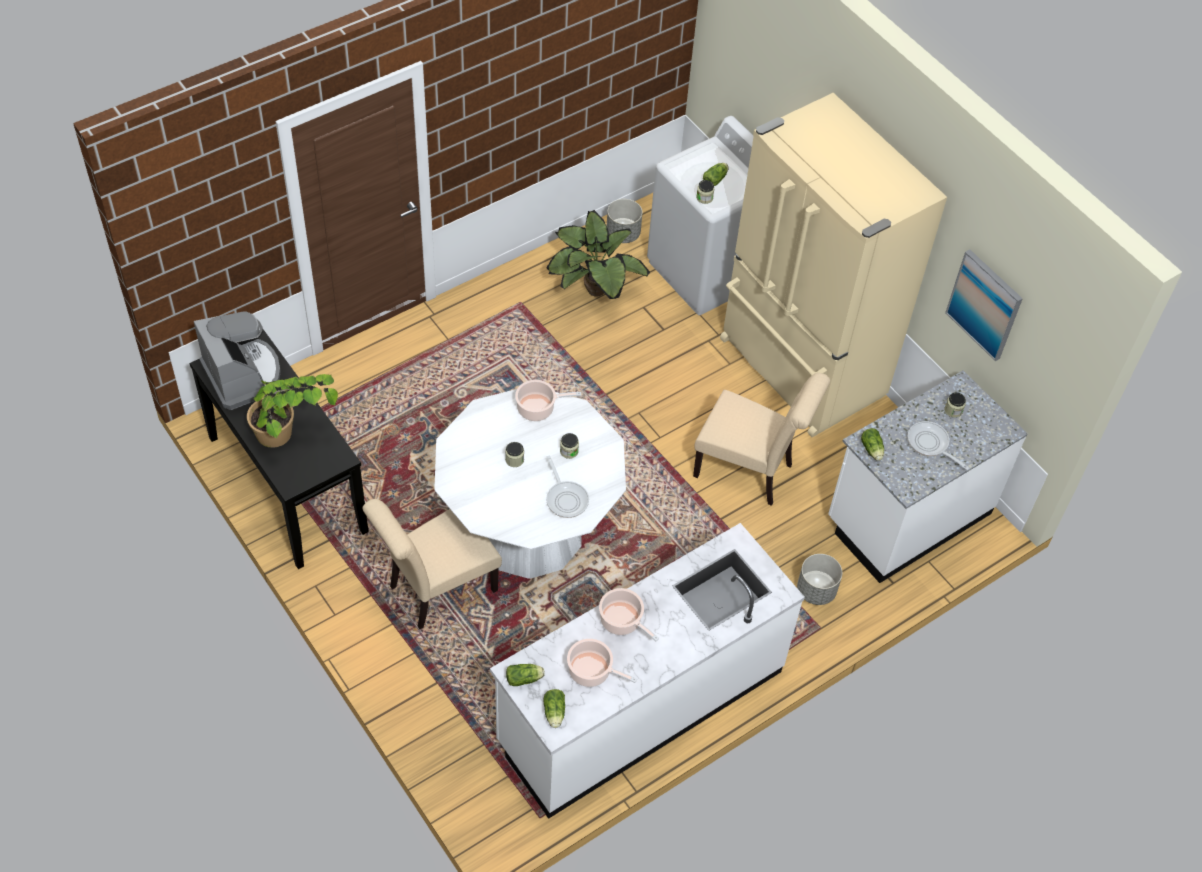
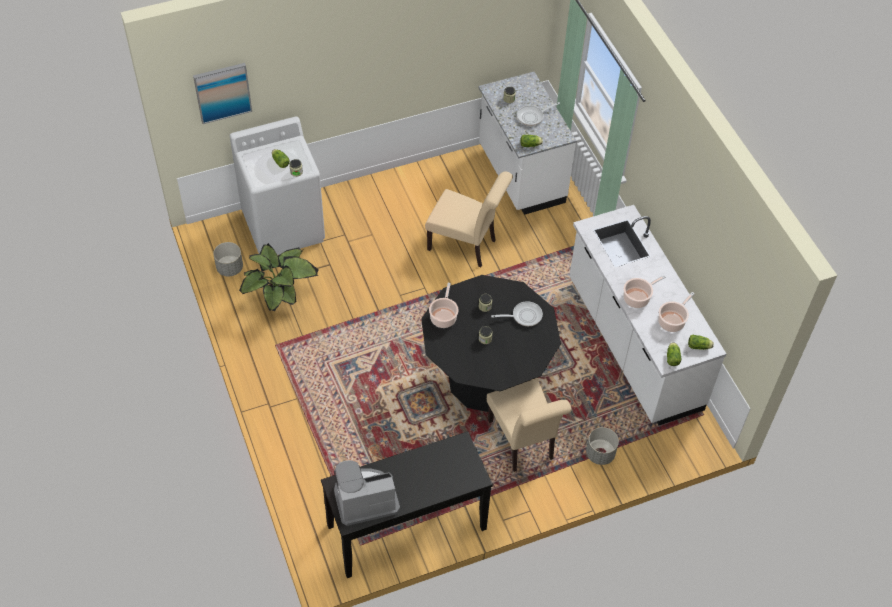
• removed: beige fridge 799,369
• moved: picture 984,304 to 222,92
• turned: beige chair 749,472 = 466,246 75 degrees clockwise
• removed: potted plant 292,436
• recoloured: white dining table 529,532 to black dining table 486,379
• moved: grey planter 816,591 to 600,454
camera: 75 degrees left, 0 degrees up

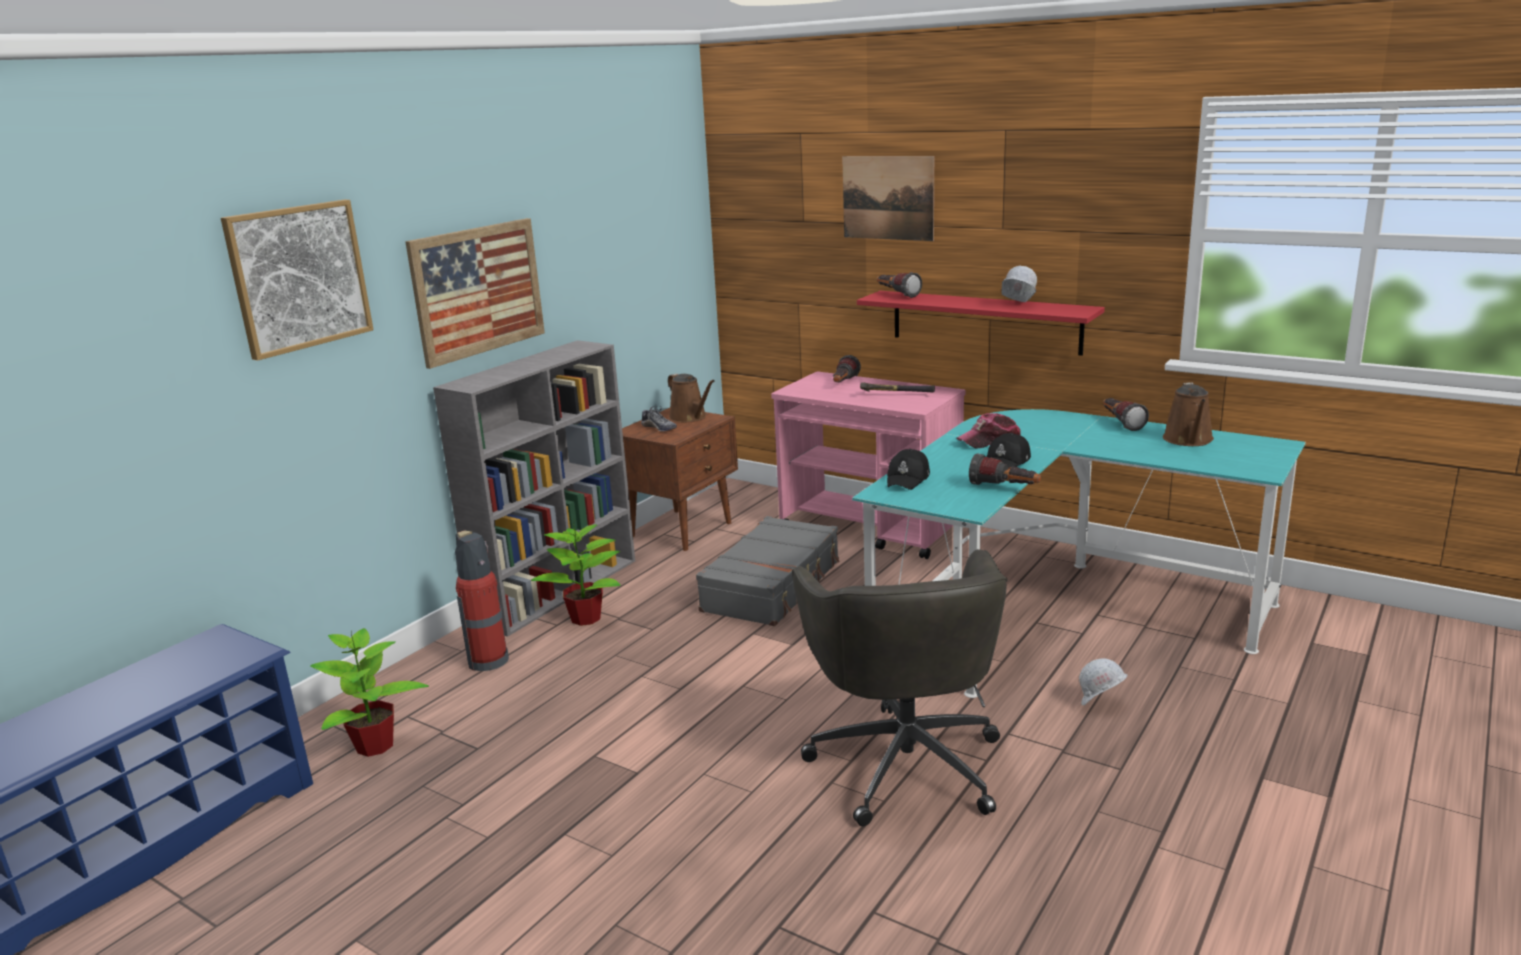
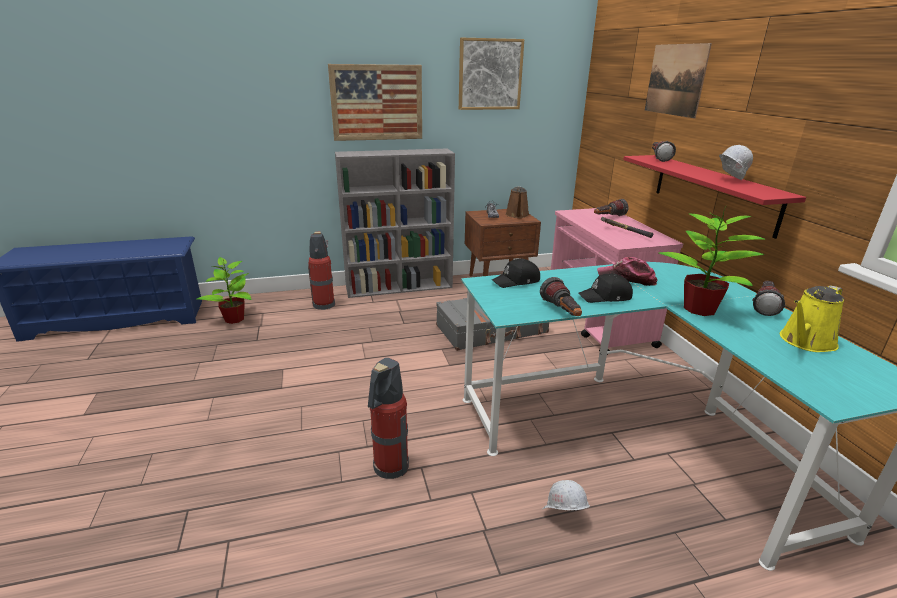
• moved: picture 299,277 to 490,74
• recoloured: brown watering can 1189,440 to yellow watering can 805,342
• moved: potted plant 587,618 to 700,309
• replaced: grey office chair 905,761 to fire extinguisher 389,467
camera: 40 degrees right, 5 degrees up

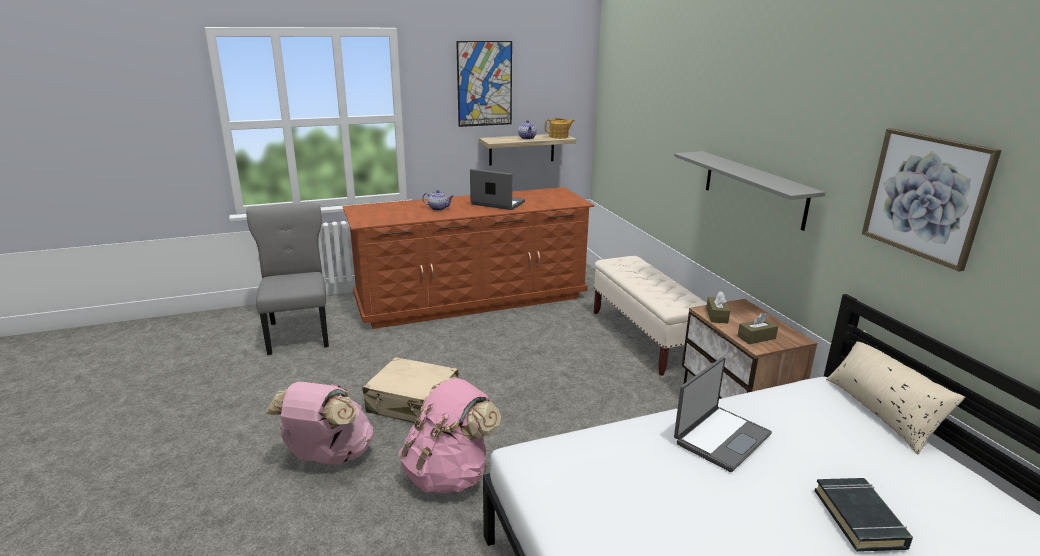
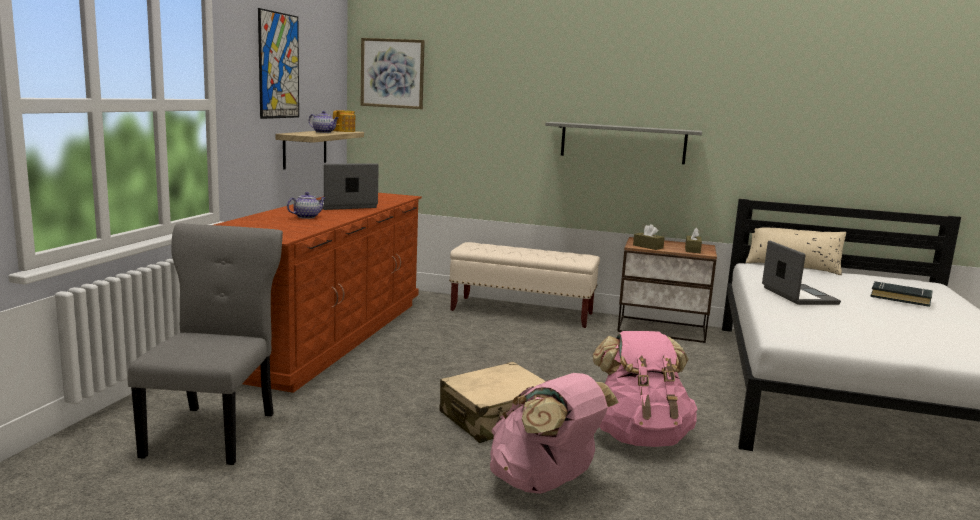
• moved: picture 926,196 to 392,73
• turned: grey chair 299,333 = 214,432 75 degrees clockwise
camera: 55 degrees left, 10 degrees down

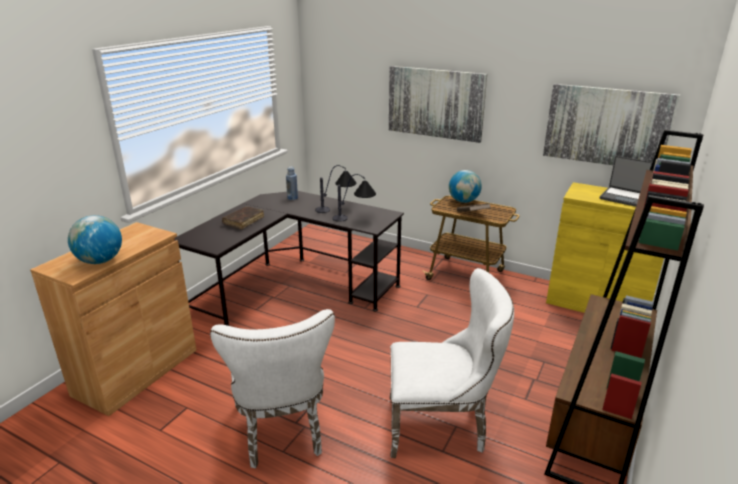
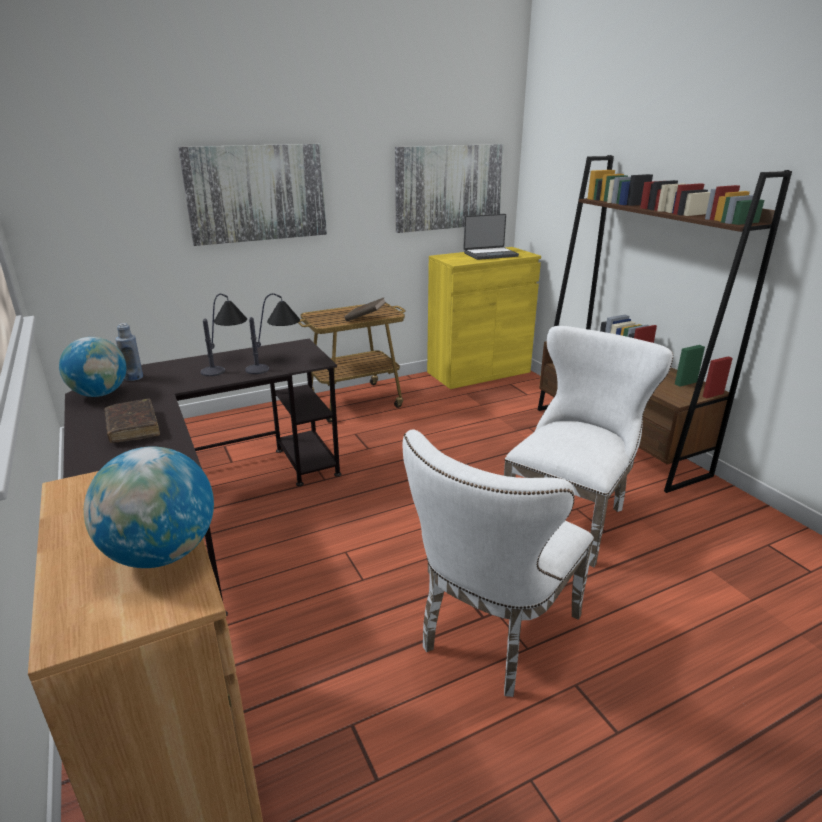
• moved: globe 463,201 to 100,394
• turned: white chair 282,433 = 493,636 105 degrees clockwise
camera: 55 degrees left, 0 degrees up

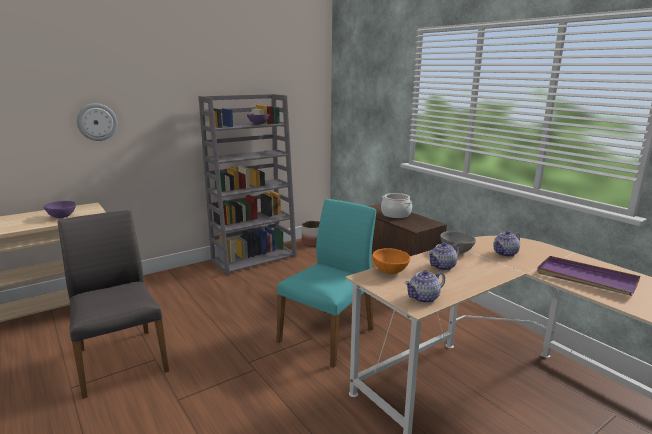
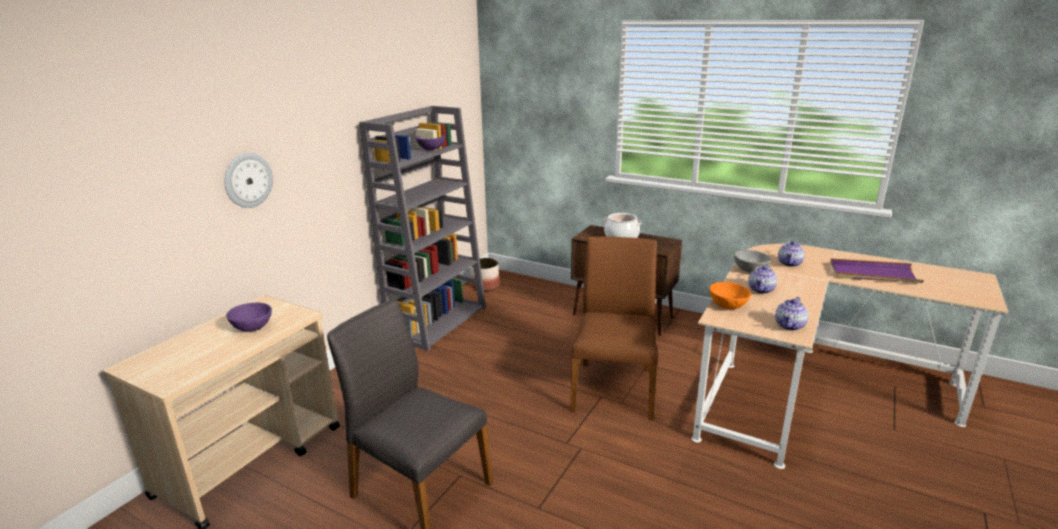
• recoloured: turquoise chair 328,335 to brown chair 613,388
camera: 25 degrees left, 5 degrees up

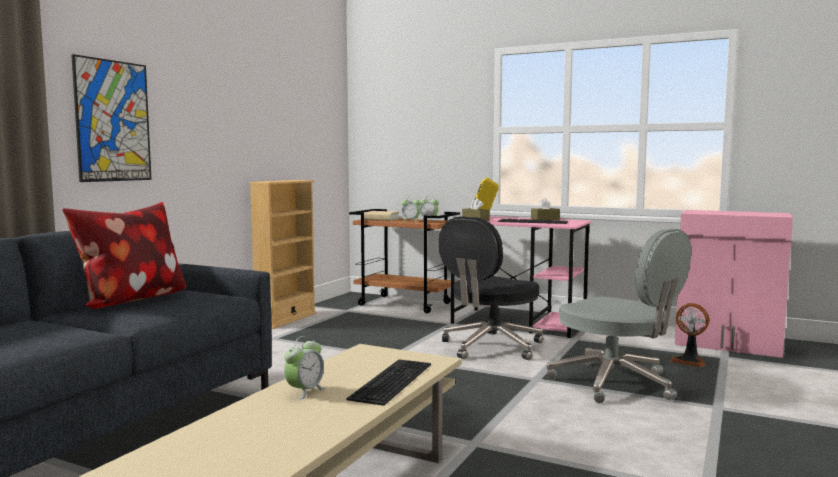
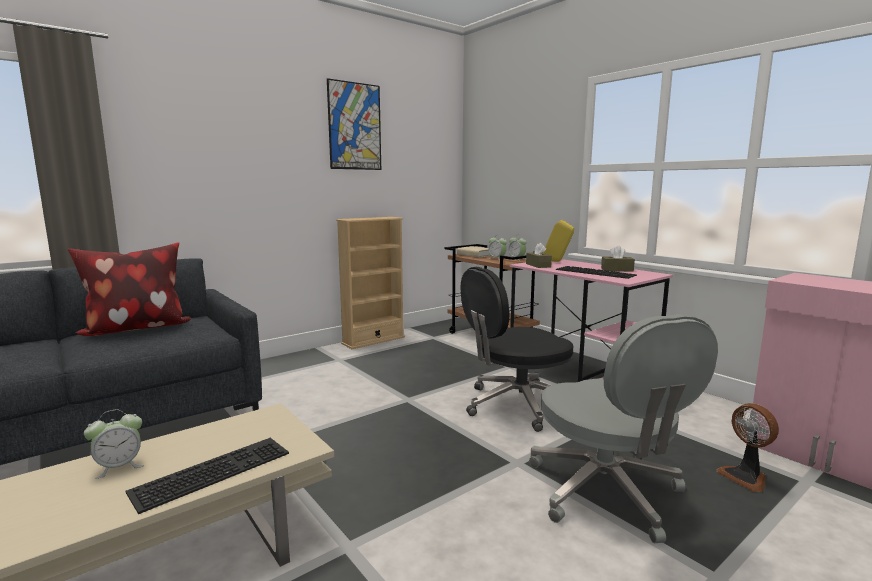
• moved: picture 113,121 to 355,126
camera: 25 degrees right, 5 degrees up

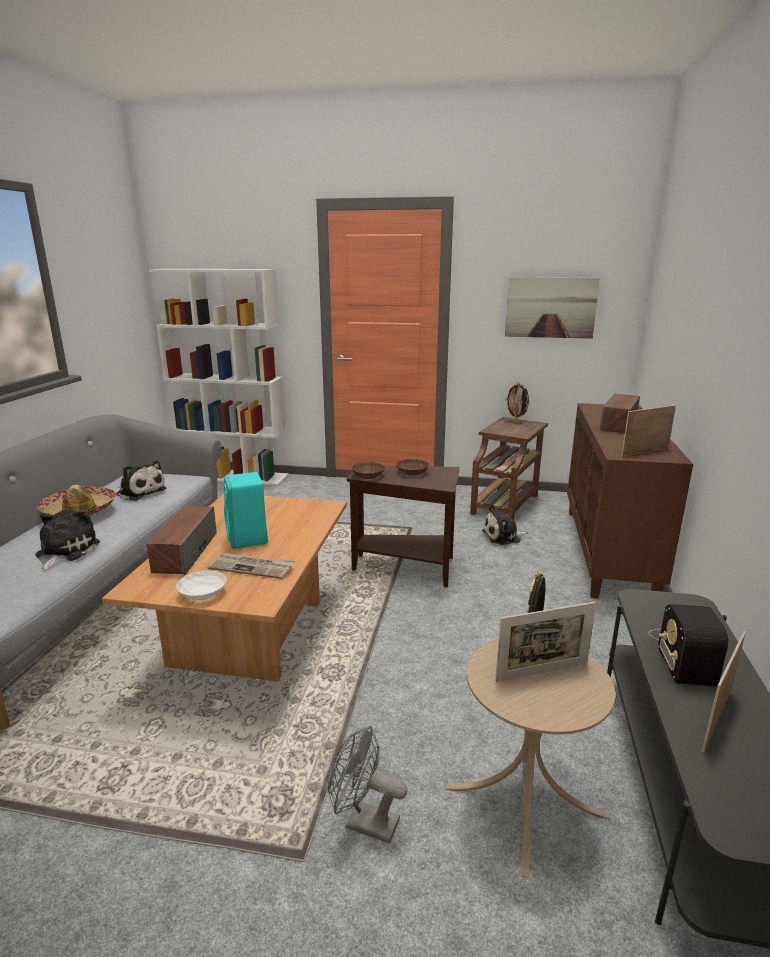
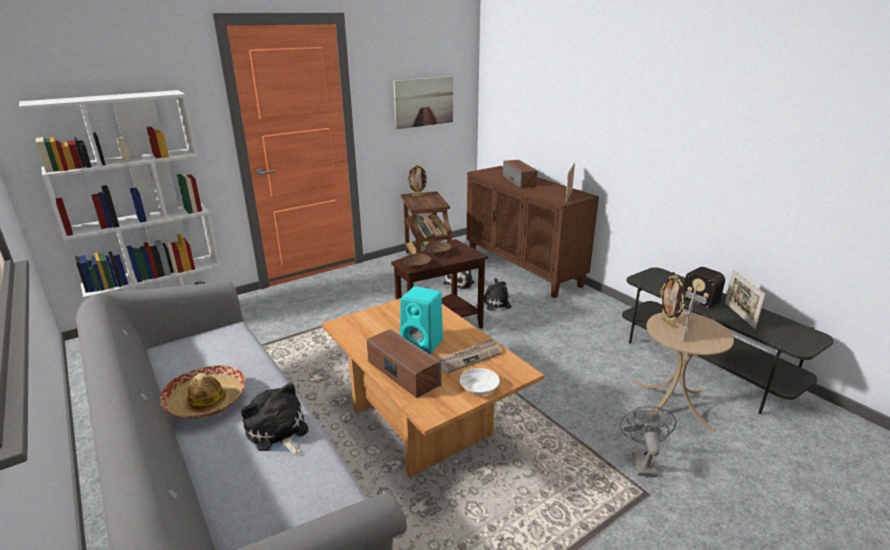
• moved: plush toy 140,492 to 493,303
• turned: grey fan 364,822 = 642,461 120 degrees clockwise
camera: 45 degrees left, 5 degrees up

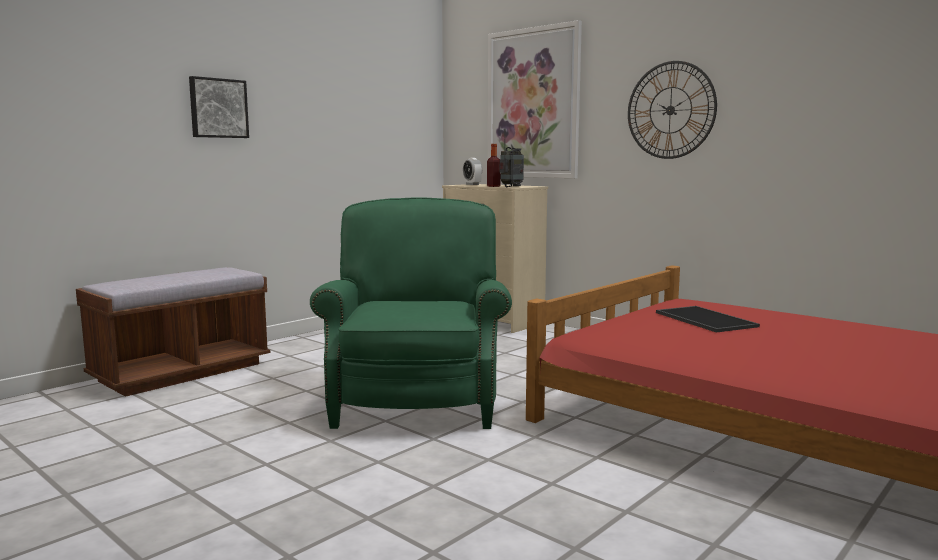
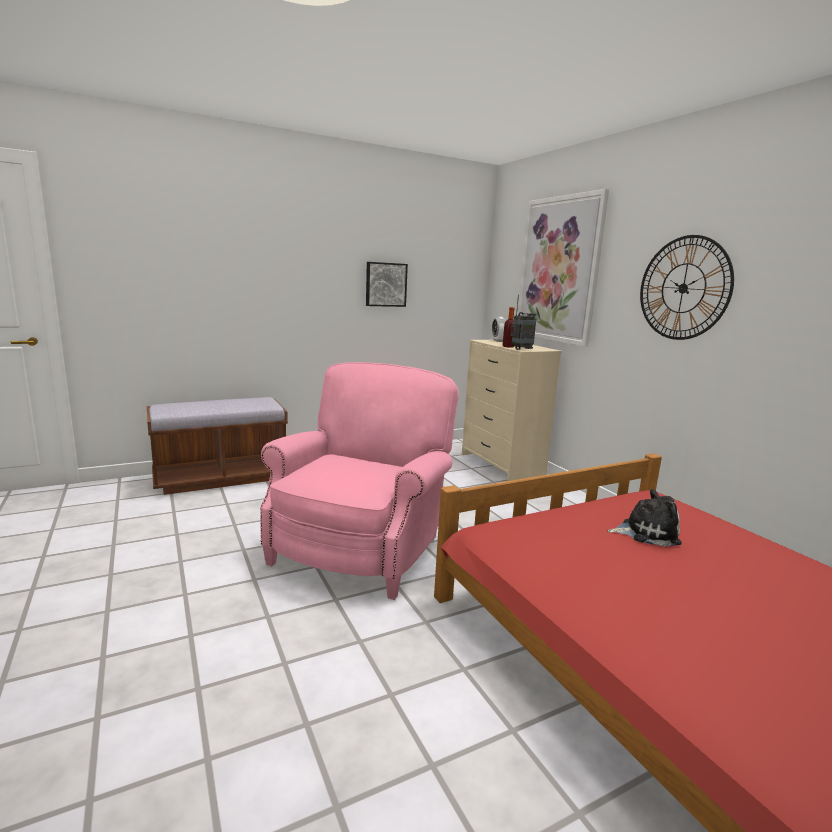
• moved: picture 218,108 to 385,284
• recoloured: green armchair 416,399 to pink armchair 362,546
• replaced: tray 703,319 to plush toy 646,532
camera: 20 degrees right, 5 degrees up

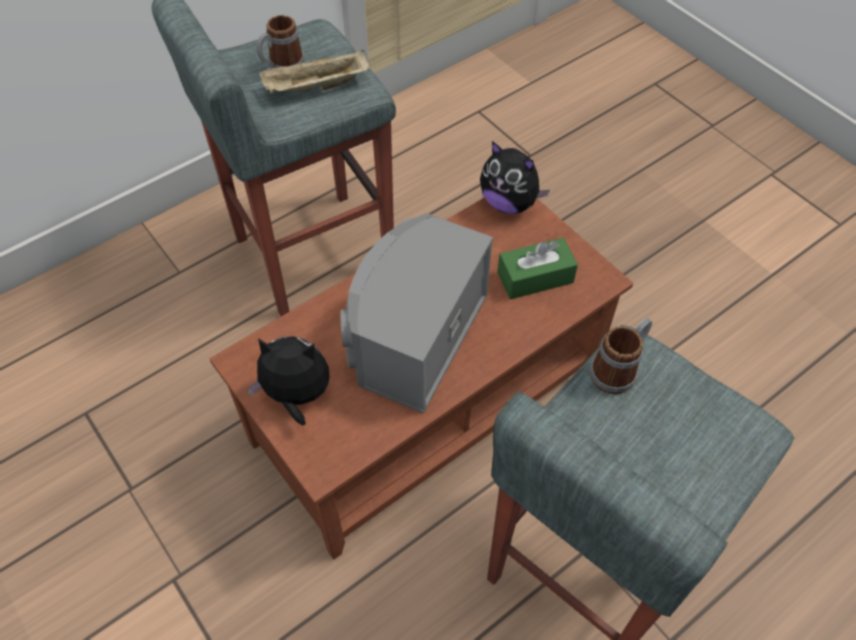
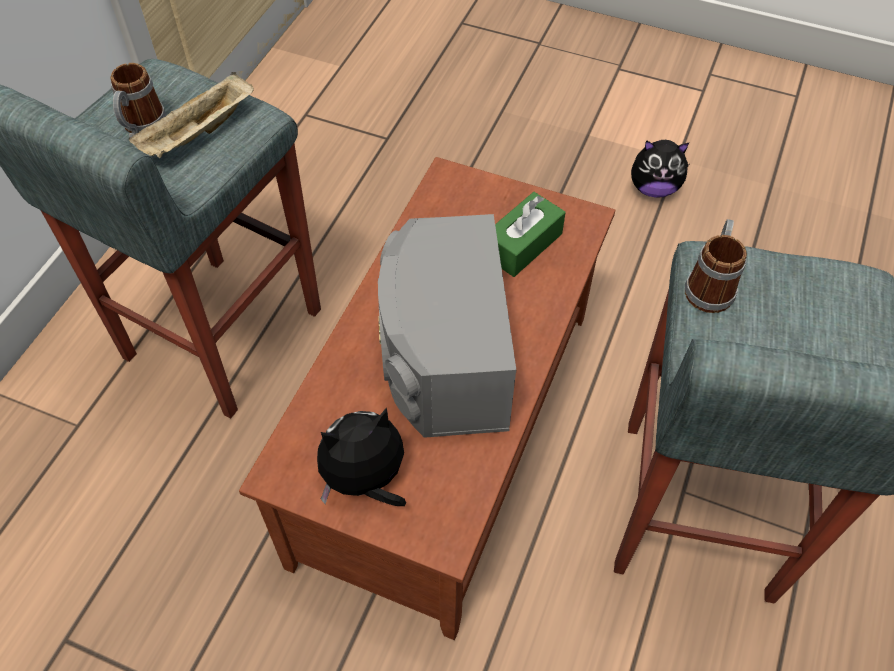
• moved: plush toy 509,203 to 653,188
camera: 30 degrees left, 0 degrees up

